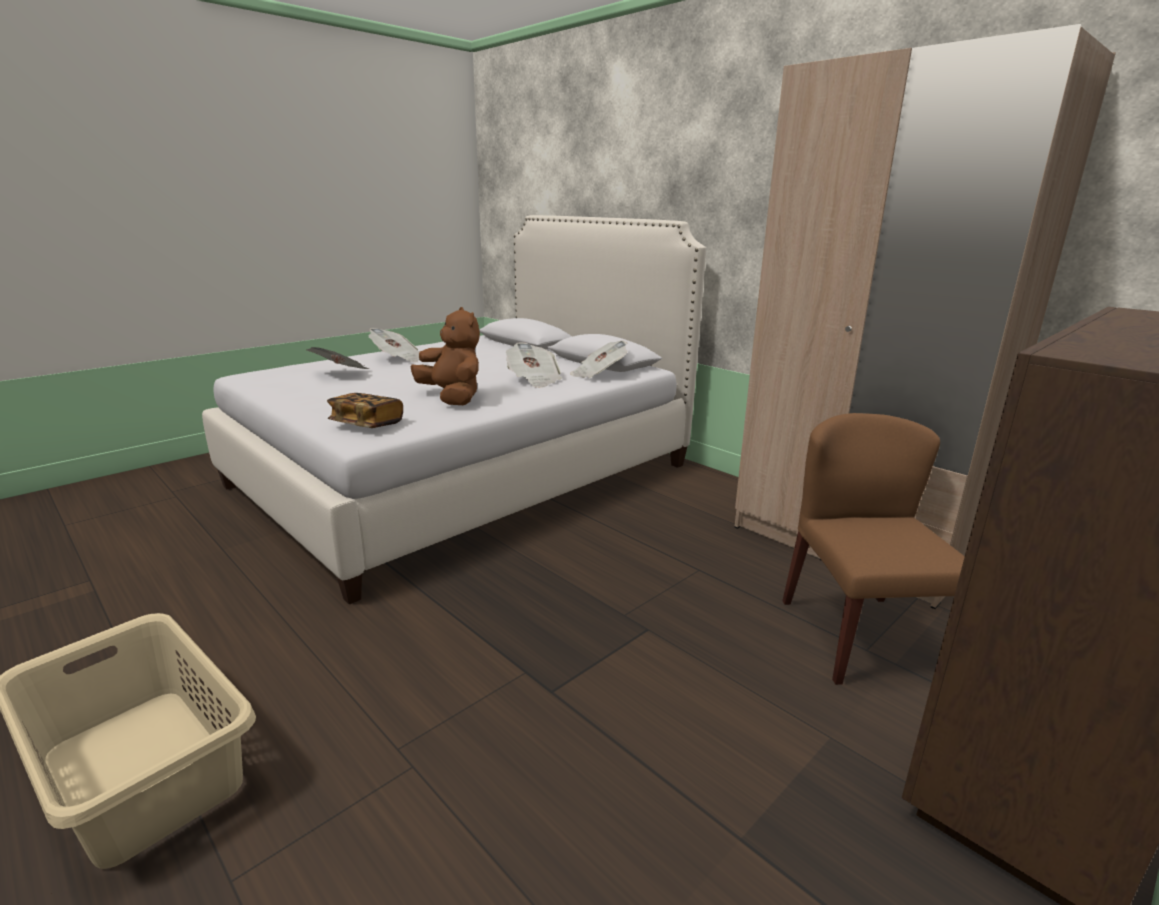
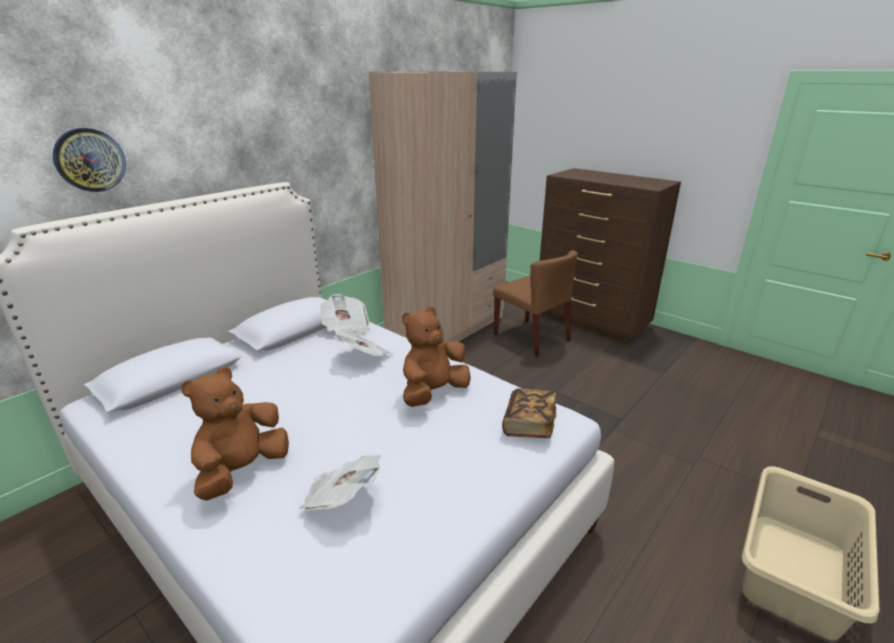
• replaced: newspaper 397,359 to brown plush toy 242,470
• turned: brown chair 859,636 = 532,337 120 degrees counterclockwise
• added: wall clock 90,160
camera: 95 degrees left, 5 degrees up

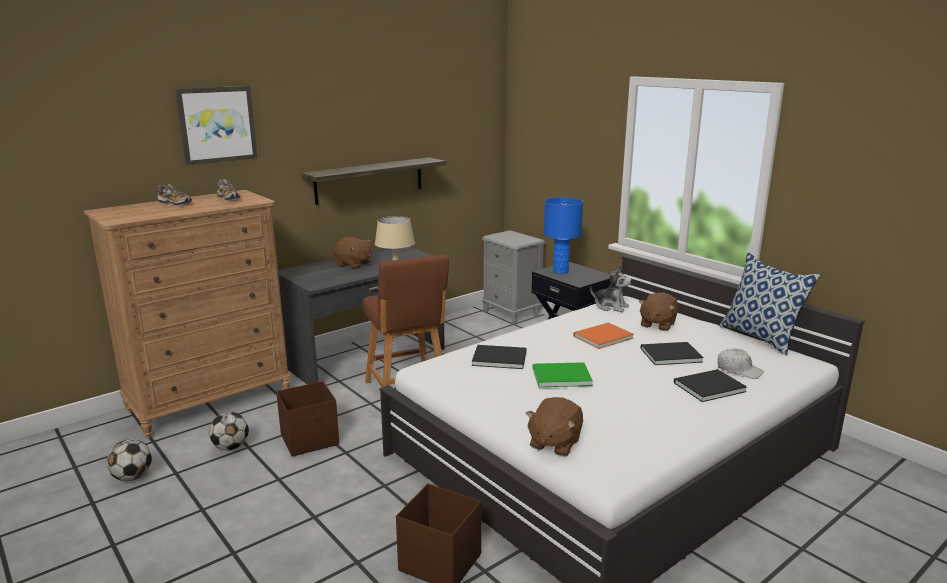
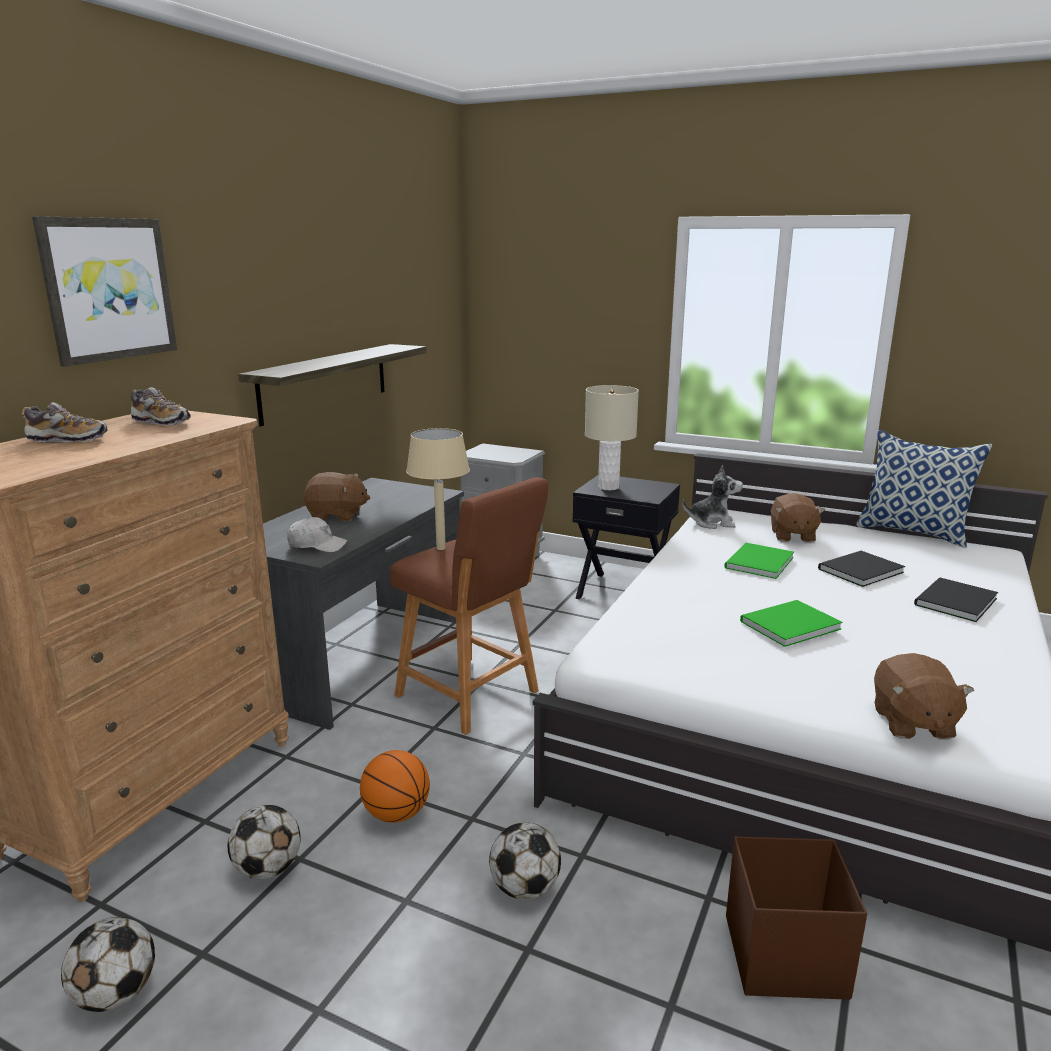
• recoloured: blue table lamp 560,271 to beige table lamp 608,487
• recoloured: orange book 601,337 to green book 757,563
• removed: black book 498,358
• moved: white cap 738,370 to 317,545
• replaced: brown storage box 310,440 to basketball 396,814
• added: football 525,888
camera: 25 degrees left, 0 degrees up

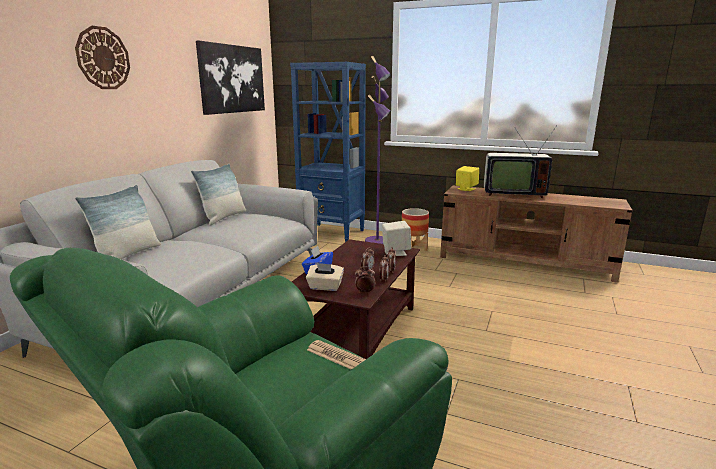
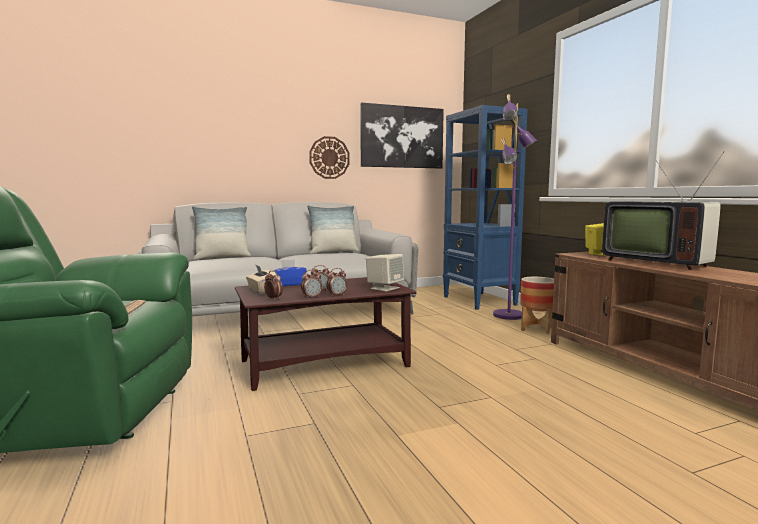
• moved: wall clock 103,58 to 329,157
camera: 45 degrees right, 10 degrees down

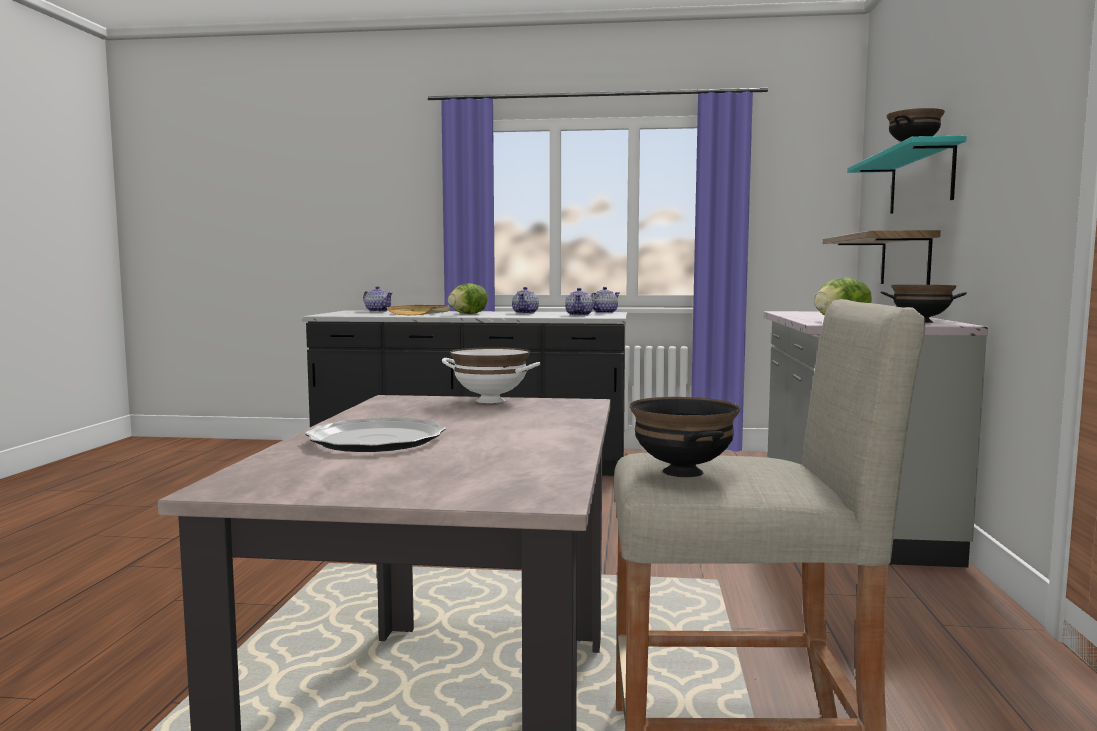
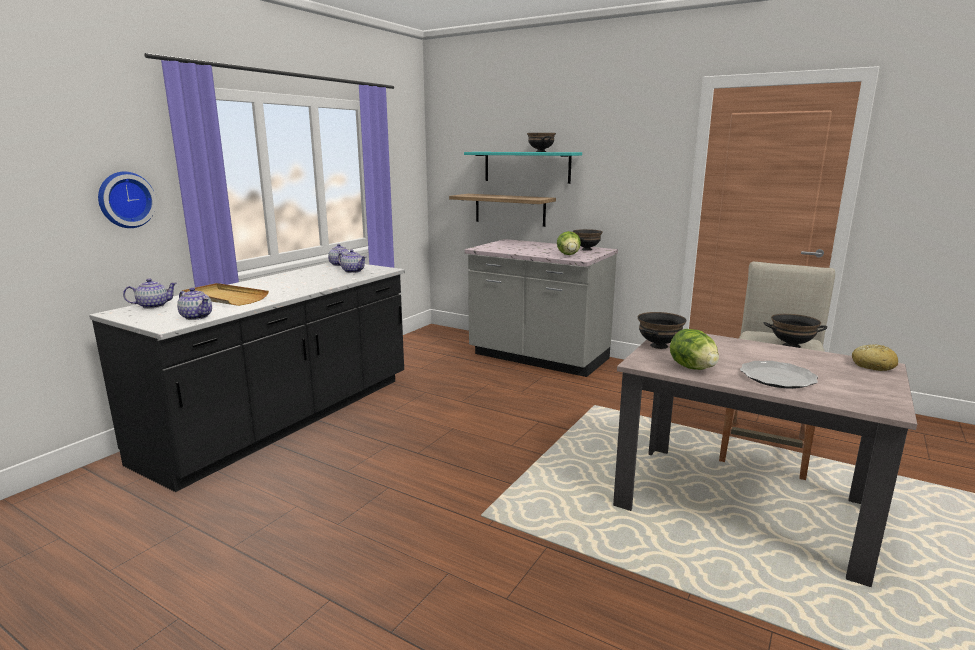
• moved: lettuce 467,314 to 692,368
• moved: teapot 525,313 to 196,317
• recoloured: white bowl 489,401 to black bowl 659,346
• added: wall clock 125,199
• added: bread 872,365
camera: 65 degrees left, 10 degrees up

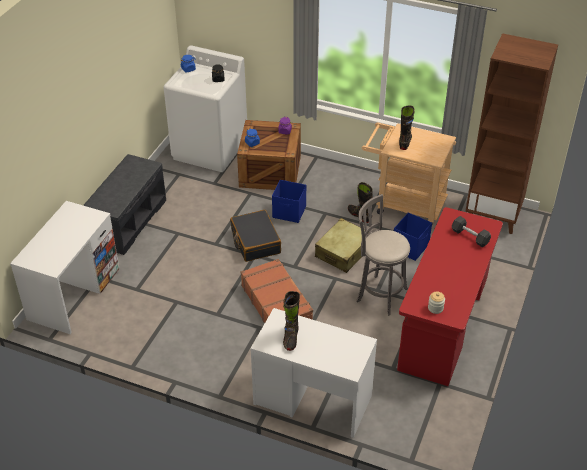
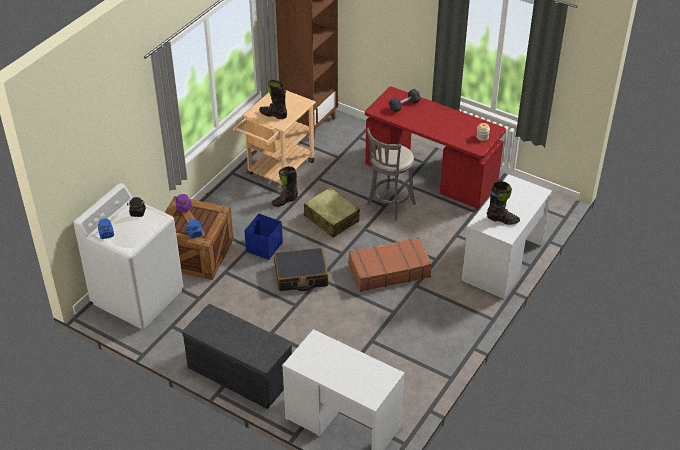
• removed: blue storage box 411,247
camera: 80 degrees left, 0 degrees up

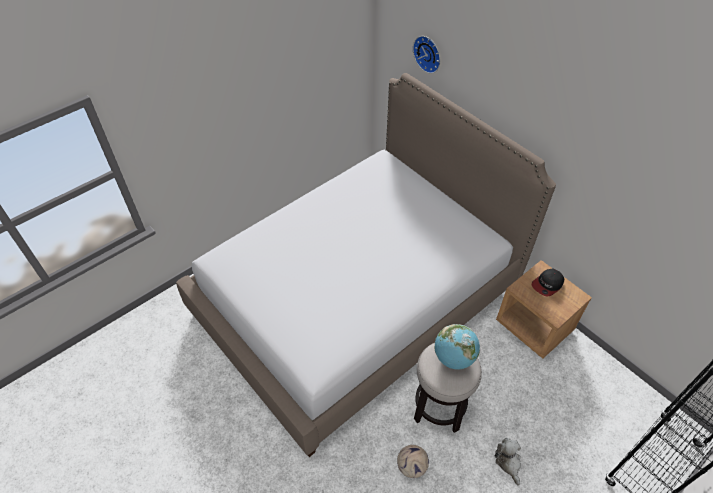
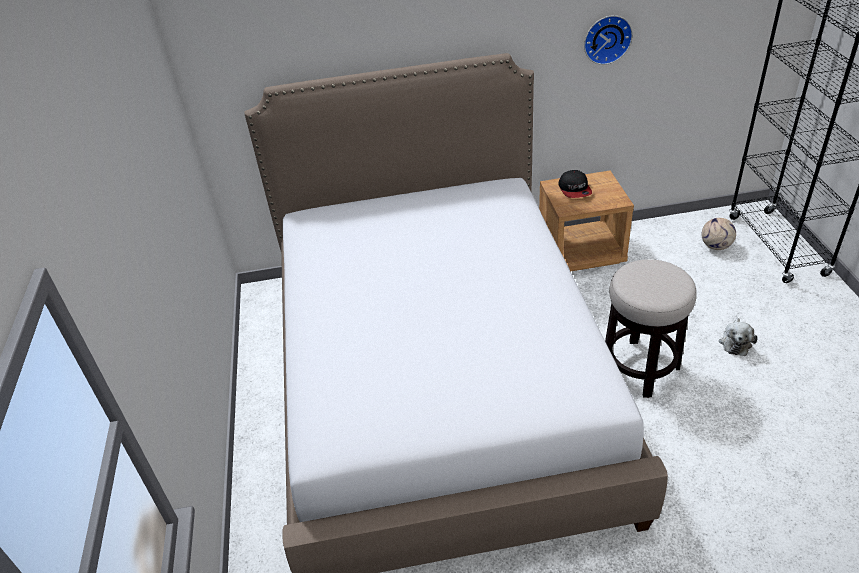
• moved: wall clock 428,53 to 606,38
• removed: globe 454,358
• turned: plush toy 508,462 = 735,342 90 degrees counterclockwise
• moved: football 412,466 to 716,246
camera: 55 degrees left, 10 degrees down

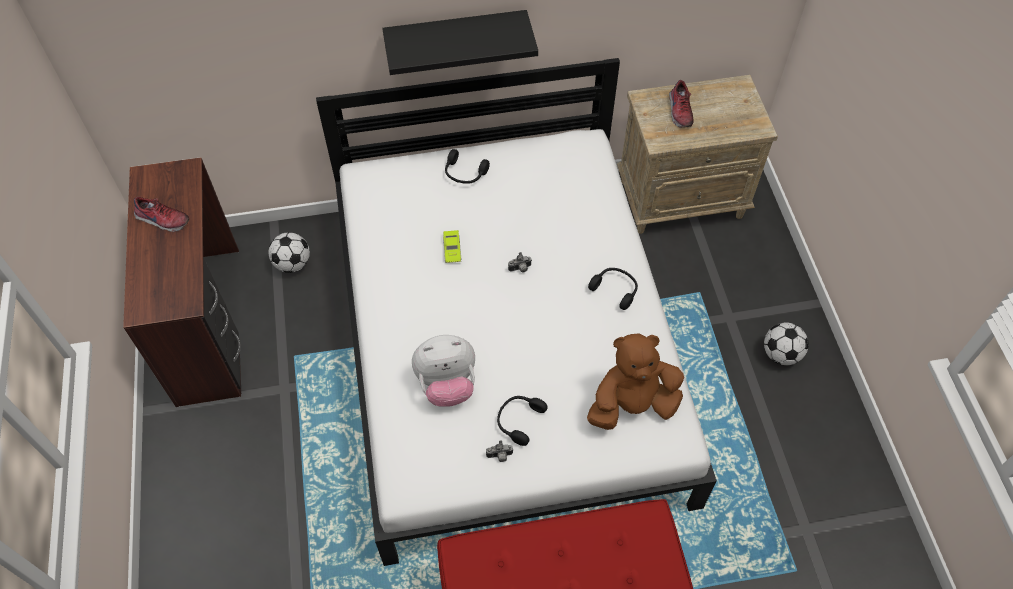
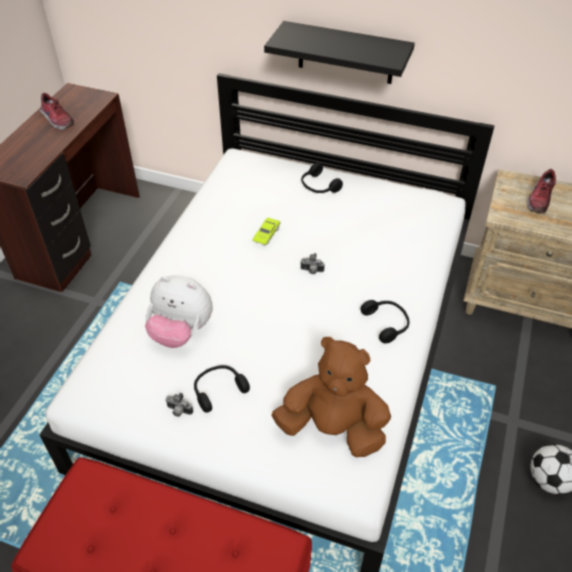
• removed: football 292,264
camera: 30 degrees right, 10 degrees down

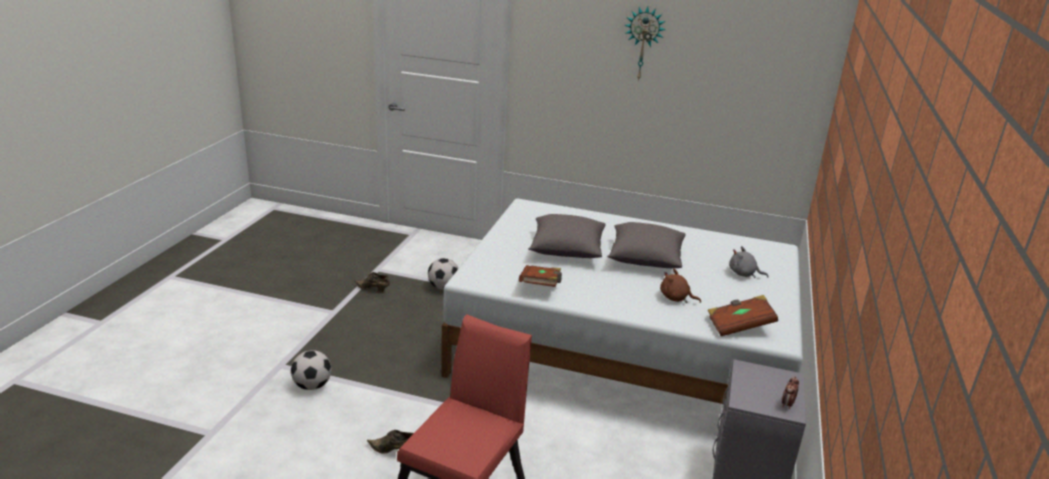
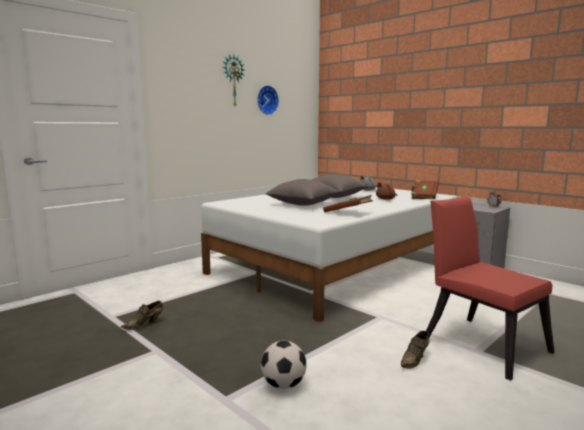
• removed: football 443,287
• added: wall clock 266,100
camera: 60 degrees left, 15 degrees down

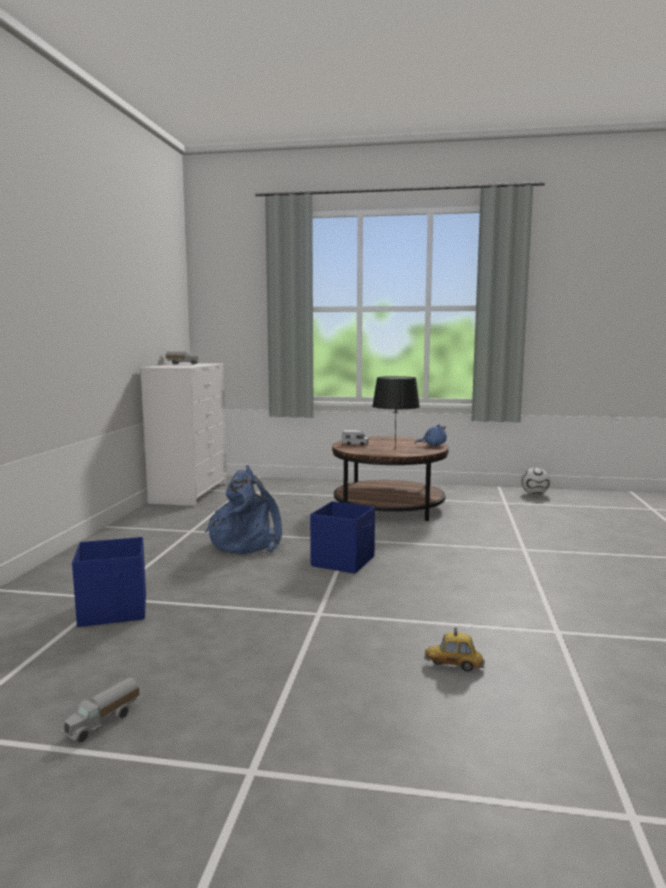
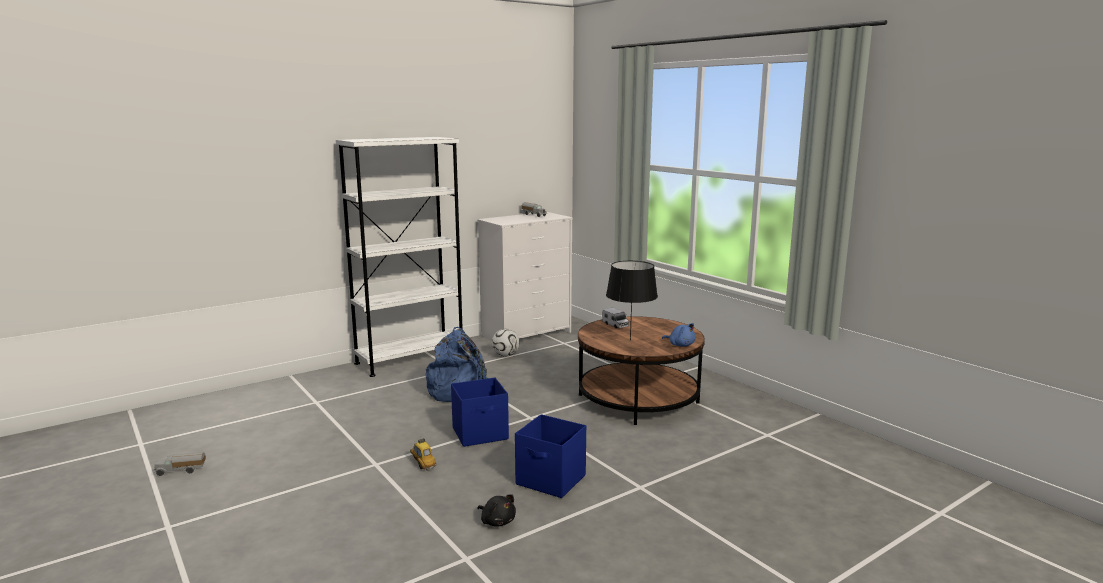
• moved: football 535,494 to 505,355
• moved: blue storage box 114,610 to 551,480
• moved: toy car 454,665 to 422,463
• added: white bookcase 410,359
• added: black plush toy 497,521
camera: 45 degrees right, 5 degrees up

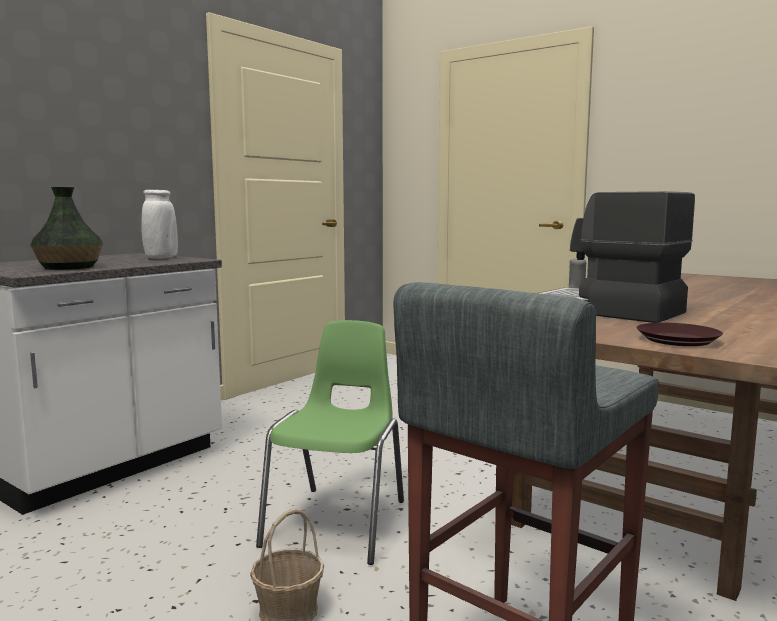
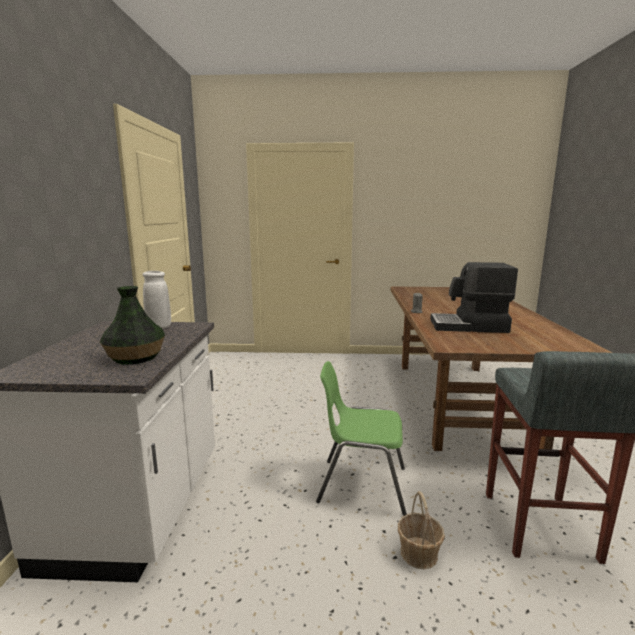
• turned: green chair 339,522 = 361,484 60 degrees counterclockwise
• removed: brown plate 677,340
camera: 35 degrees left, 5 degrees up

